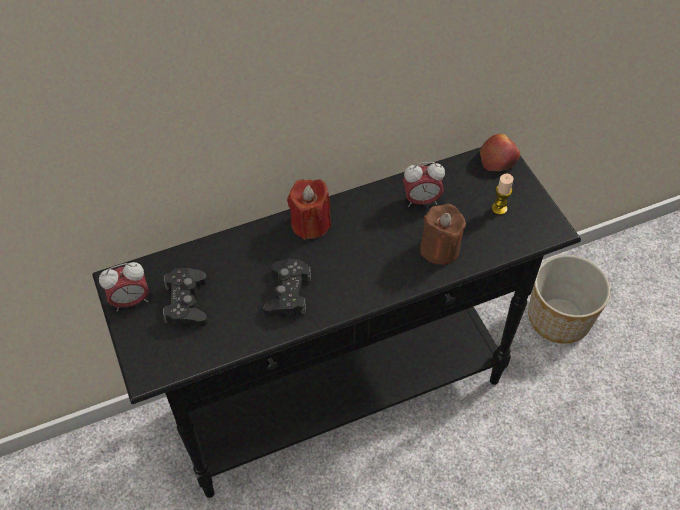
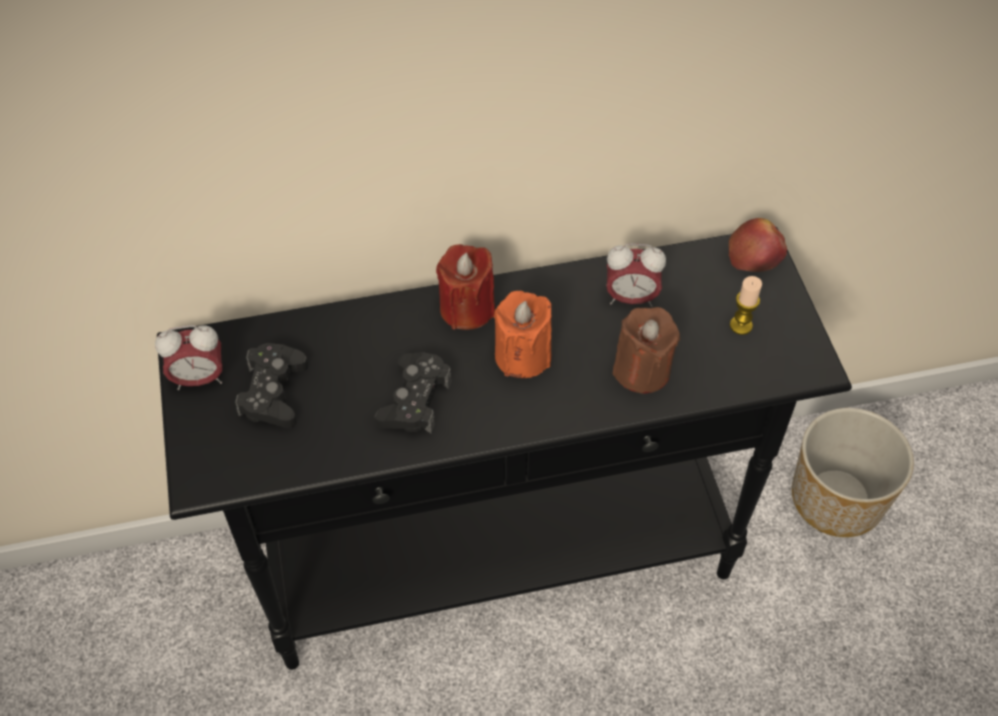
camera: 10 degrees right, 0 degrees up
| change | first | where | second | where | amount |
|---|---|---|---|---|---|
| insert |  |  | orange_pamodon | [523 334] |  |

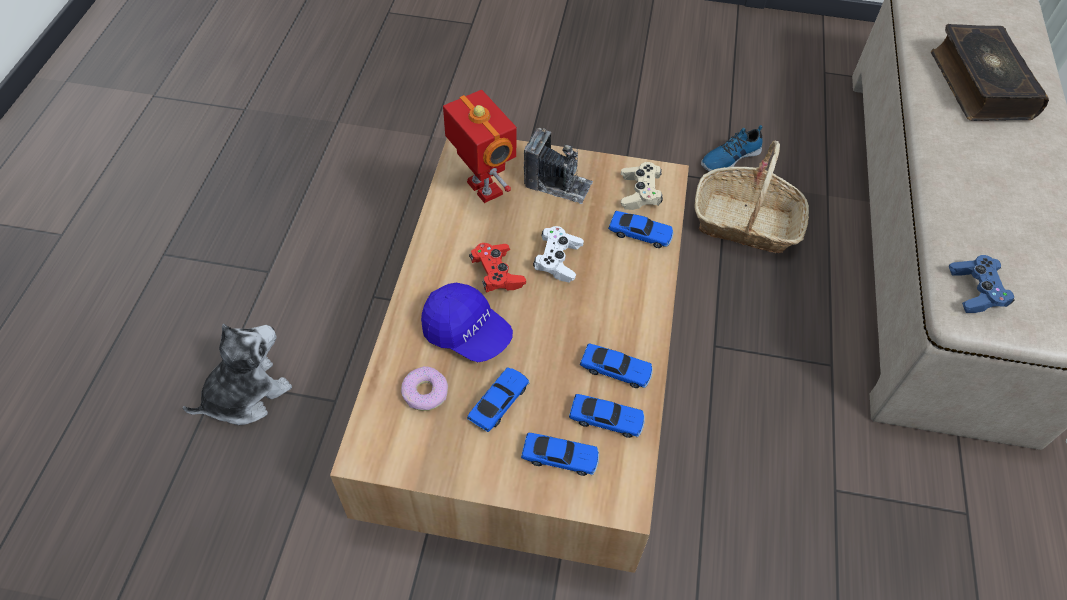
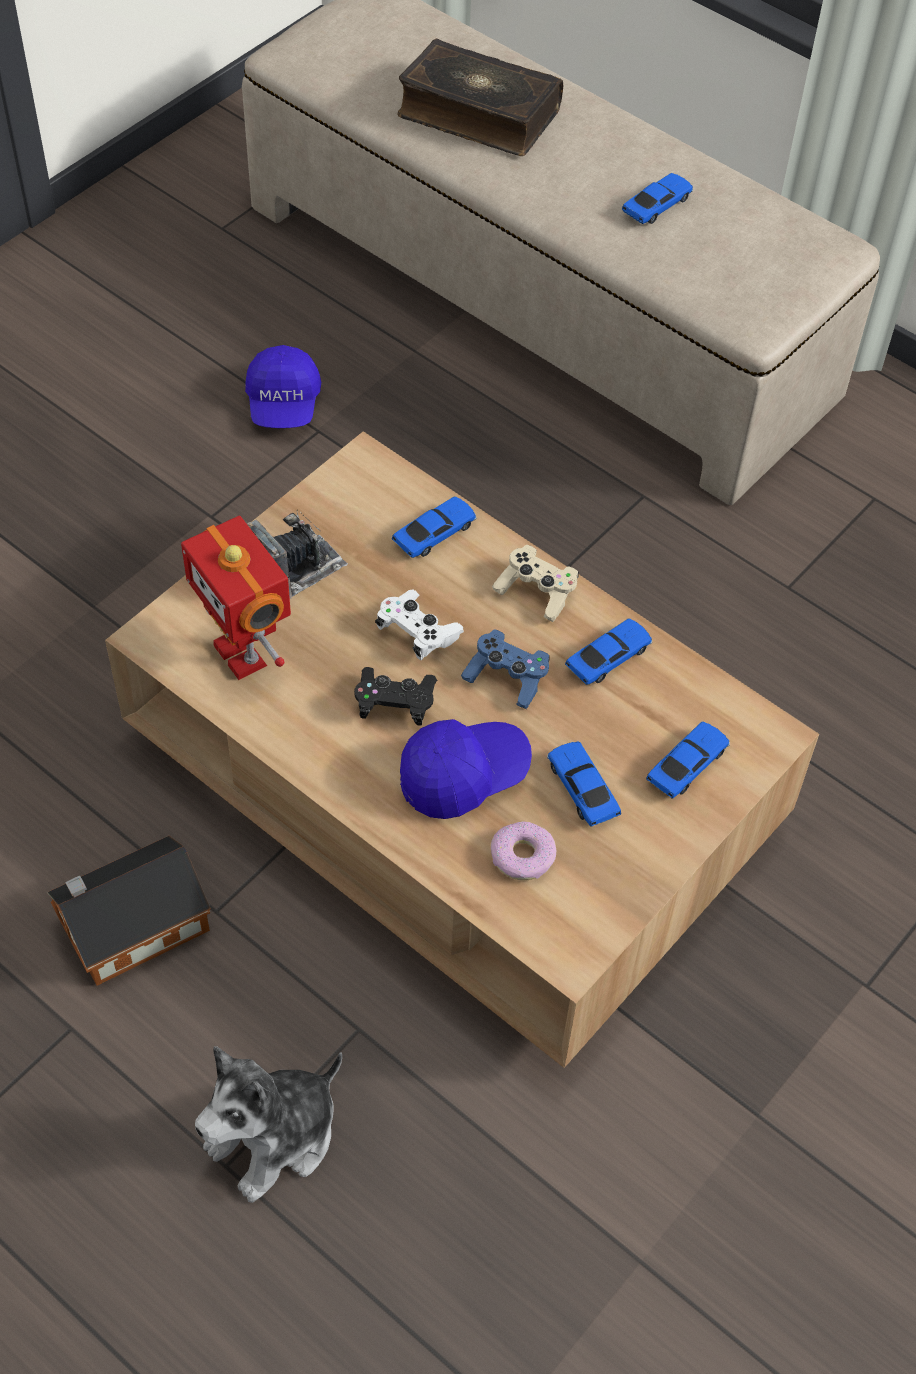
camera: 60 degrees left, 0 degrees up
| change | first | where | second | where | amount |
|---|---|---|---|---|---|
| rotate | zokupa | [237 374] |  | [268 1124] | 120 degrees counterclockwise |
| rotate | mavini | [480 146] |  | [236 598] | 120 degrees counterclockwise |
| recolor | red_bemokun | [497 267] | black_bemokun | [395 696] |  |
| move | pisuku | [607 416] |  | [657 198] |  |
| move | beige_bemokun | [642 186] |  | [535 583] |  |
| delete | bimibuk | [752 196] |  |  |  |
| replace | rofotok | [732 148] | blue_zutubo | [283 386] |  |
| move | blue_bemokun | [981 284] |  | [505 669] |  |
| insert |  |  | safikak | [129 911] |  |

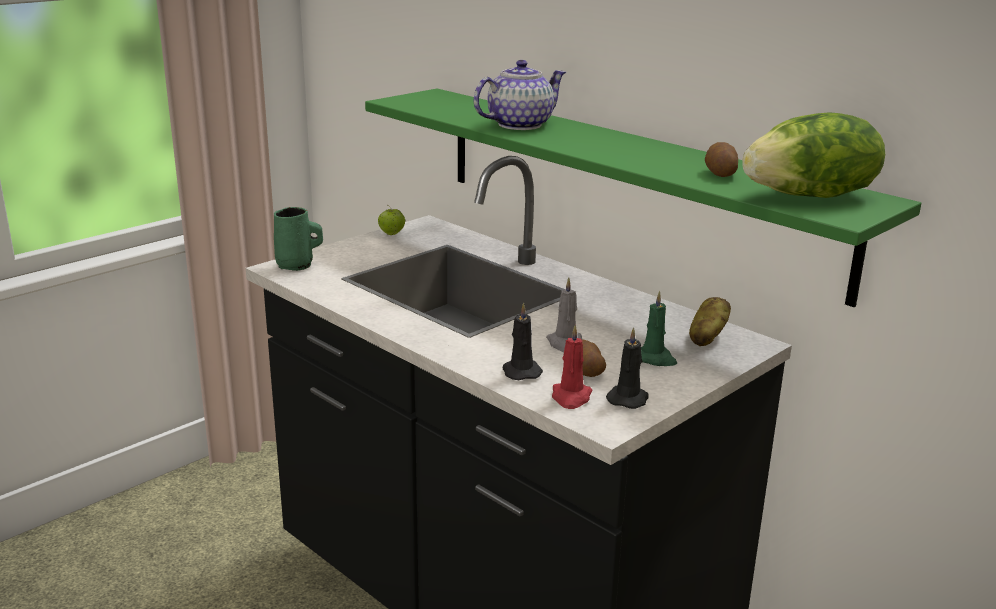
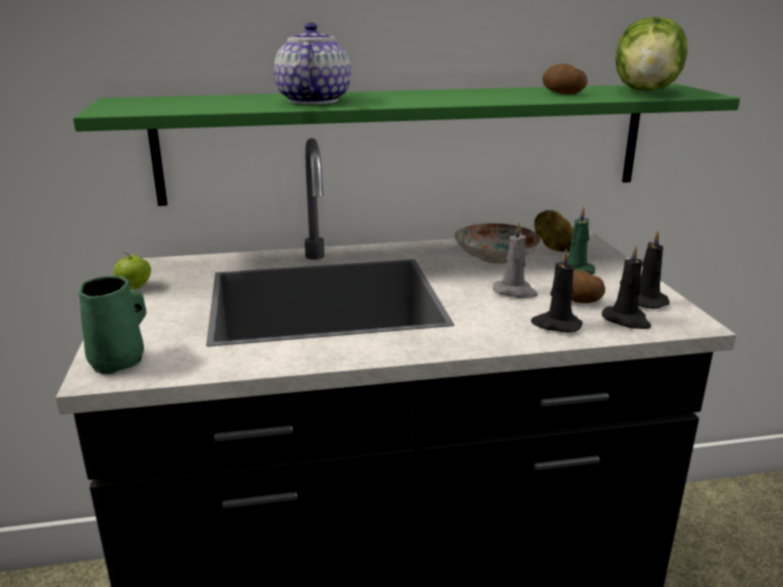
camera: 55 degrees left, 0 degrees up
| change | first | where | second | where | amount |
|---|---|---|---|---|---|
| recolor | red_pamodon | [572 367] | black_pamodon | [626 286] |  |
| insert |  |  | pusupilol | [497 243] |  |

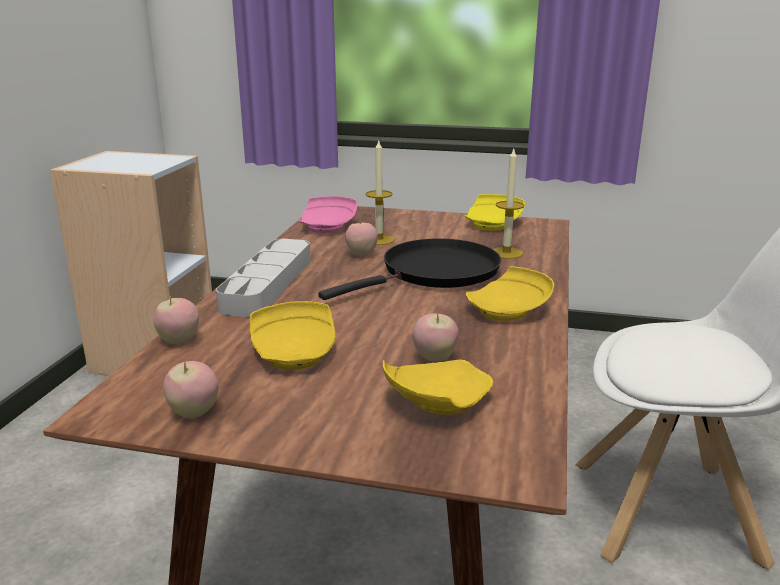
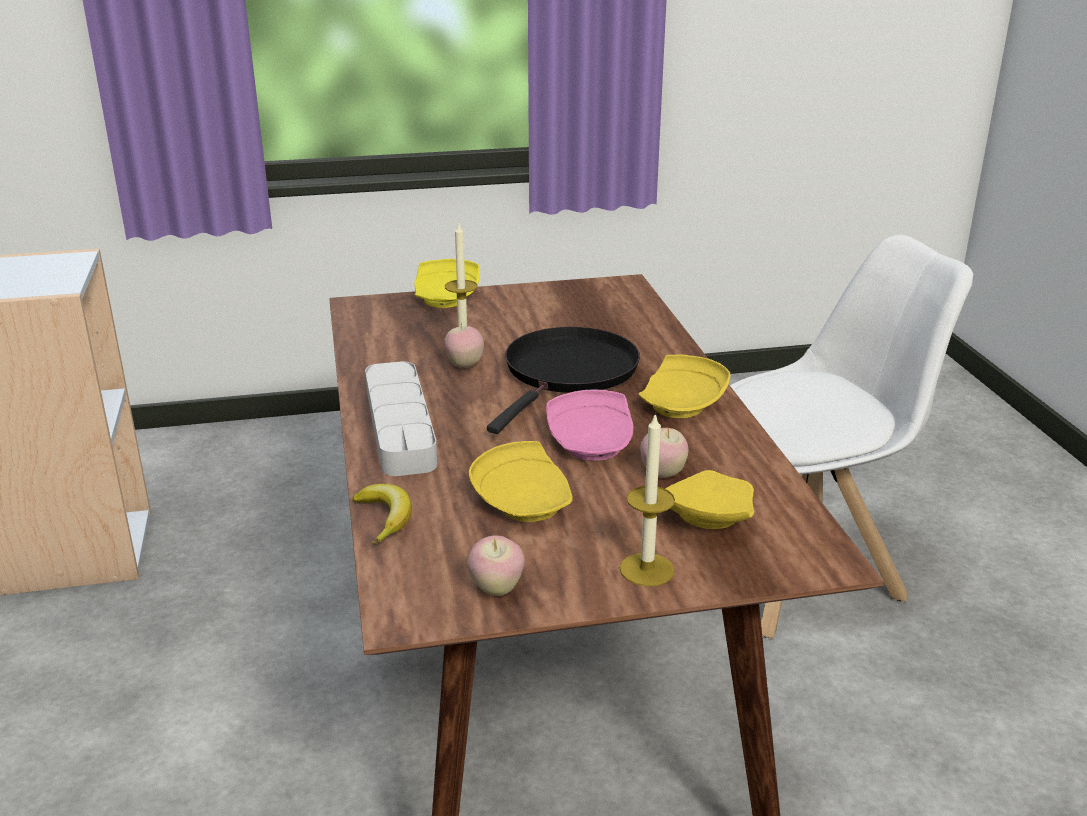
camera: 25 degrees left, 5 degrees up
| change | first | where | second | where | amount |
|---|---|---|---|---|---|
| replace | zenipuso | [176 319] | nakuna | [382 514] |  |
| move | pink_pusupilol | [328 214] |  | [589 425] |  |
| move | yellow_pusupilol | [494 212] |  | [447 283] |  |
| move | pamodon | [508 204] |  | [647 499] |  |

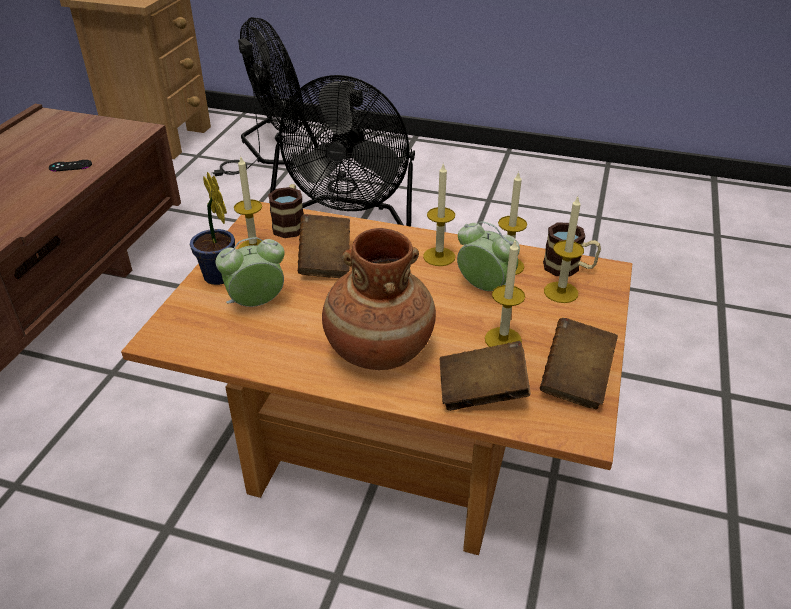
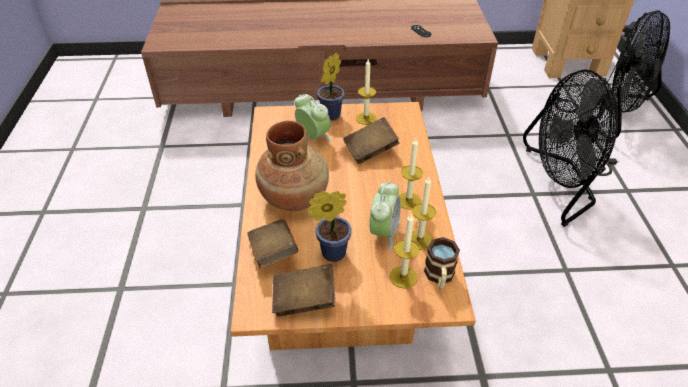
camera: 70 degrees right, 5 degrees up
| change | first | where | second | where | amount |
|---|---|---|---|---|---|
| delete | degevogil | [286 211] |  |  |  |
| replace | pamodon | [505 294] | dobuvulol | [329 226] |  |

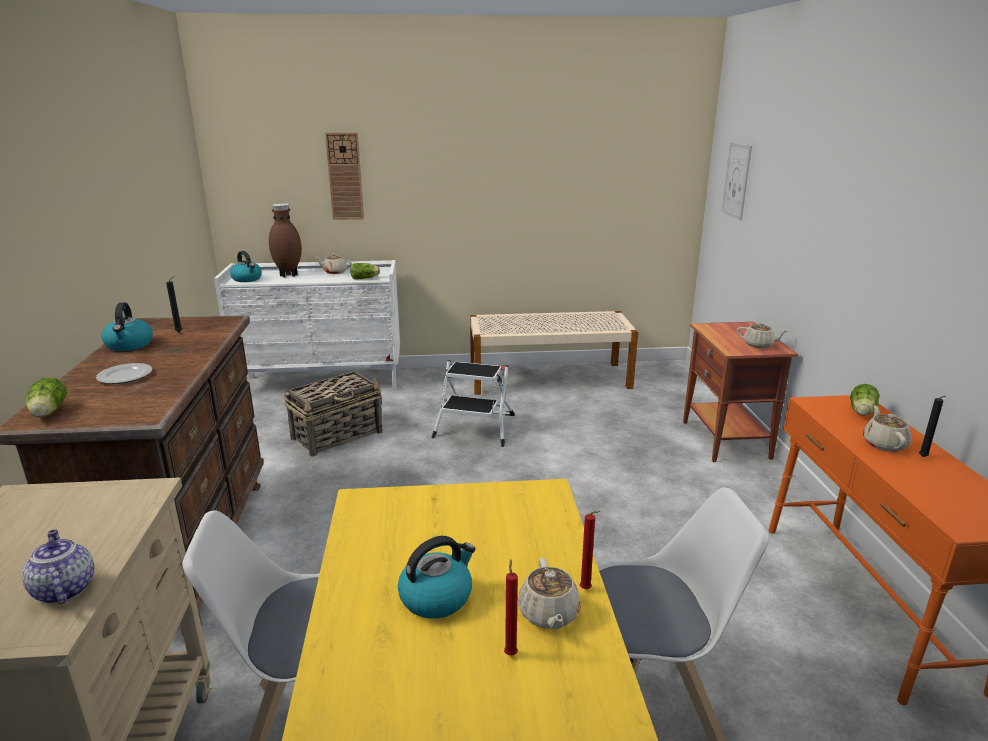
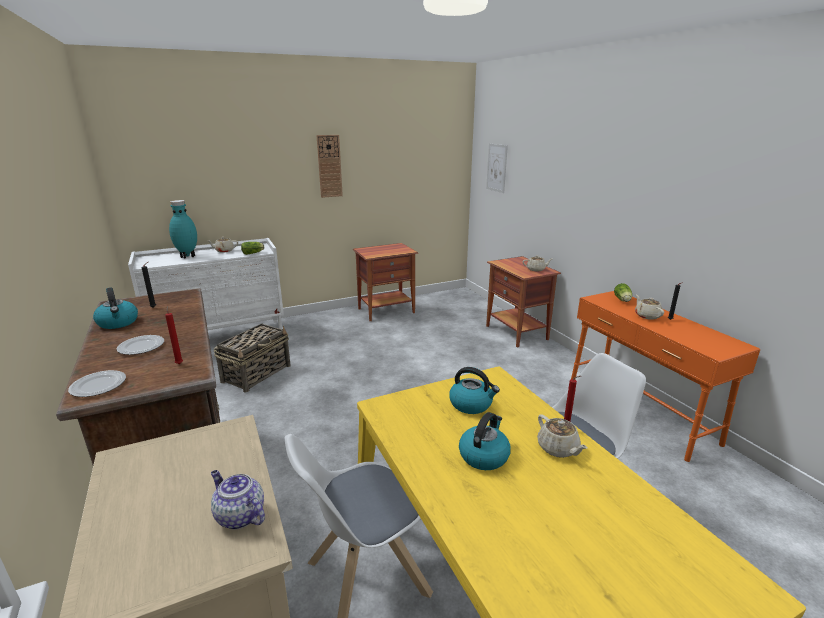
camera: 20 degrees left, 0 degrees up
| change | first | where | second | where | amount |
|---|---|---|---|---|---|
| replace | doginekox | [46 397] | pusupilol | [97 383] |  |
| move | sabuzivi | [246 266] |  | [474 390] |  |
| recolor | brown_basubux | [285 240] | turquoise_basubux | [183 229] |  |
| move | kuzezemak | [344 176] |  | [329 166] |  |
| delete | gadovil | [473 403] |  |  |  |
| replace | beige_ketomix | [554 353] | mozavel | [385 282] |  |
| move | red_pamodon | [511 607] |  | [174 335] |  |

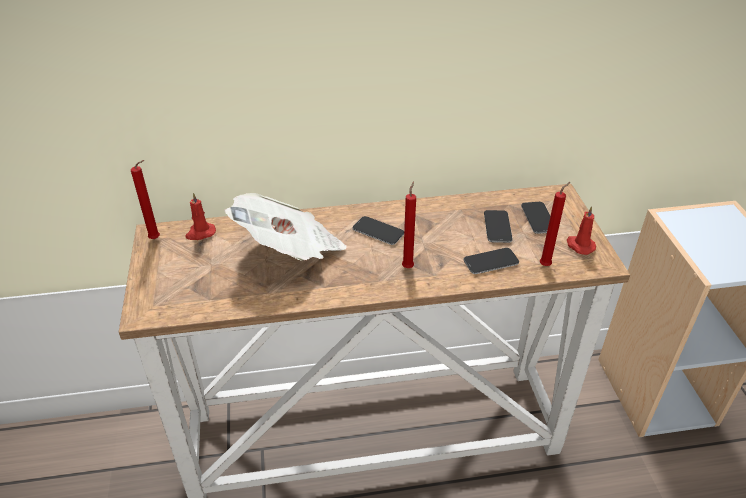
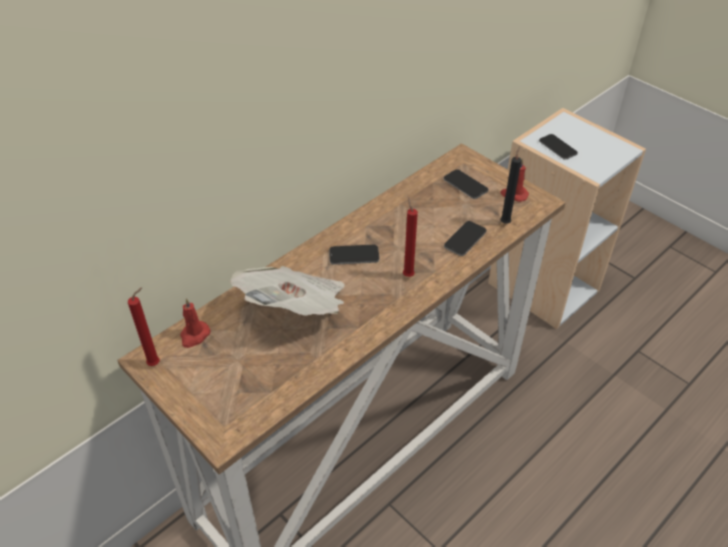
camera: 35 degrees left, 5 degrees up
| change | first | where | second | where | amount |
|---|---|---|---|---|---|
| move | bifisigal | [498 226] |  | [558 147] |  |
| recolor | red_pamodon | [555 224] | black_pamodon | [510 185] |  |

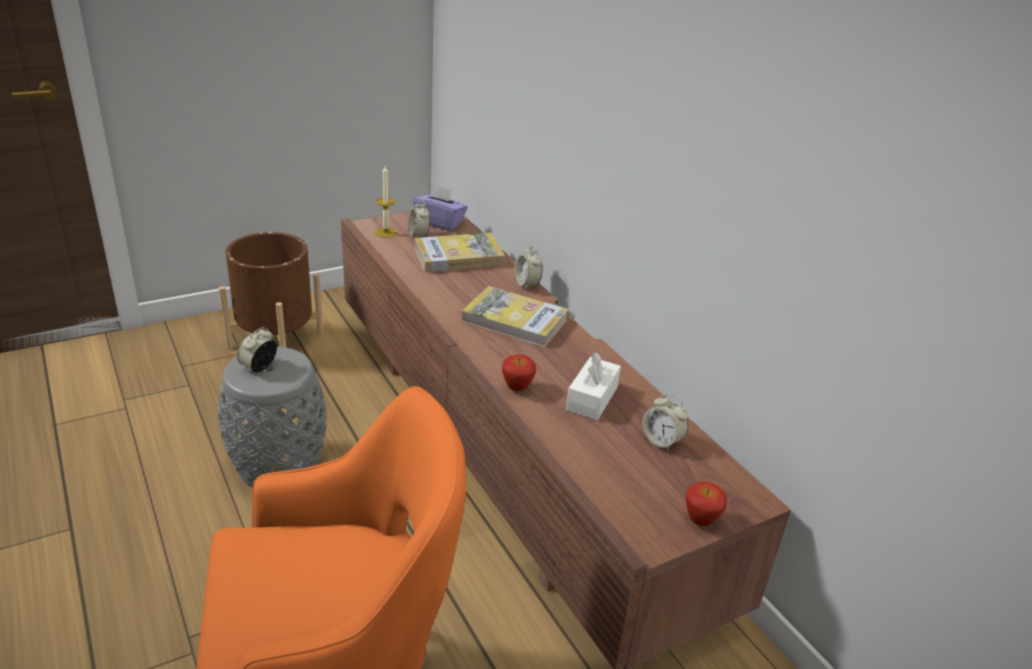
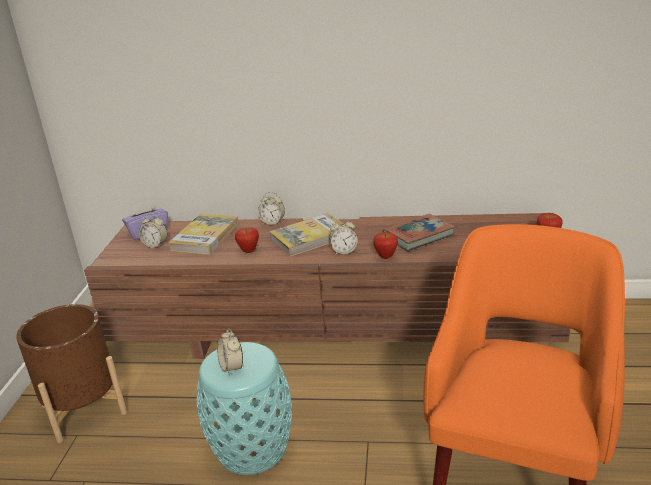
camera: 50 degrees left, 5 degrees down
| change | first | where | second | where | amount |
|---|---|---|---|---|---|
| recolor | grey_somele | [272 417] | turquoise_somele | [244 408] |  |
| delete | pamodon | [386 202] |  |  |  |
| replace | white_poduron | [593 386] | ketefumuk | [419 232] |  |
| move | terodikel | [665 422] |  | [343 236] |  |
| insert |  |  | zenipuso | [247 240] |  |

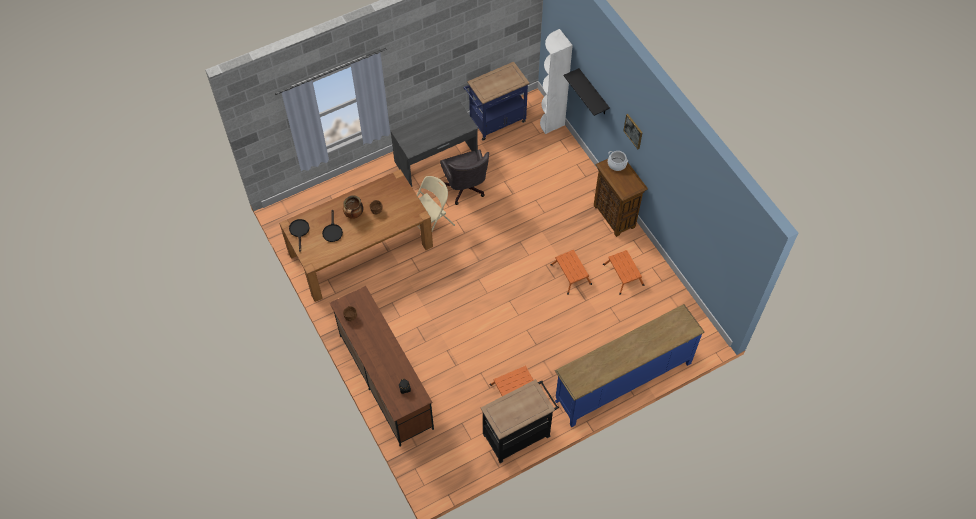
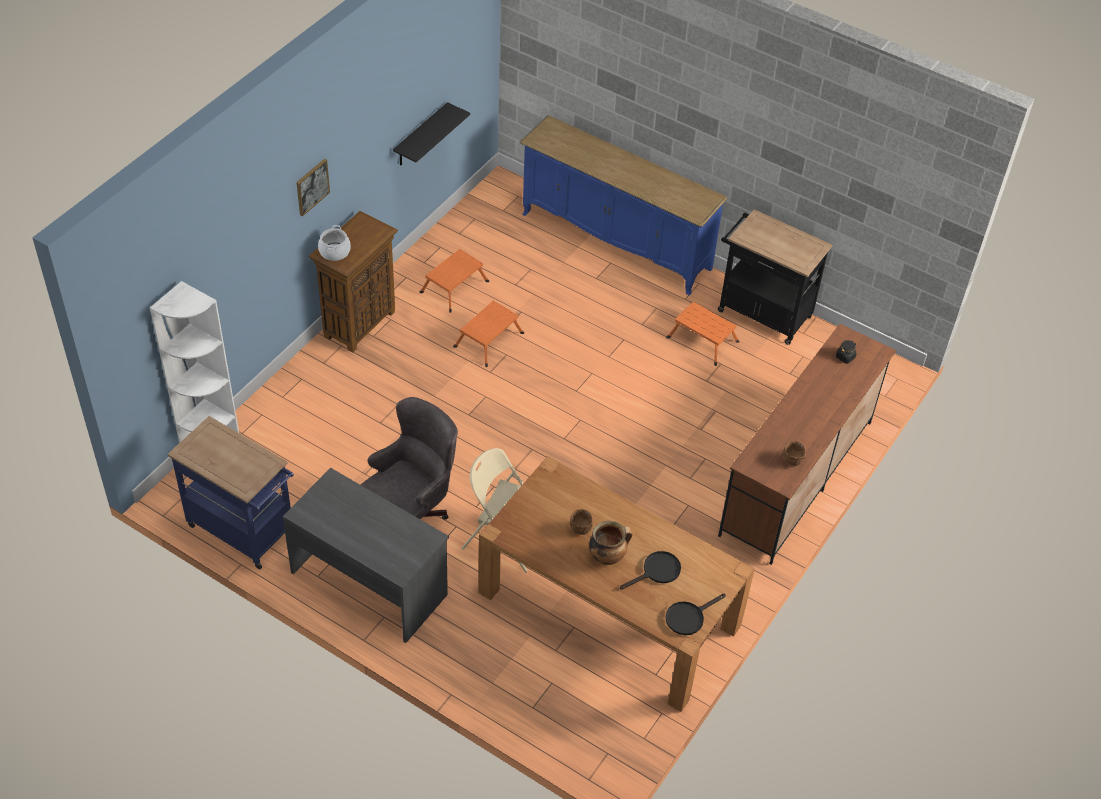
camera: 120 degrees left, 10 degrees down
| change | first | where | second | where | amount |
|---|---|---|---|---|---|
| move | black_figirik | [587 92] |  | [431 133] |  |

